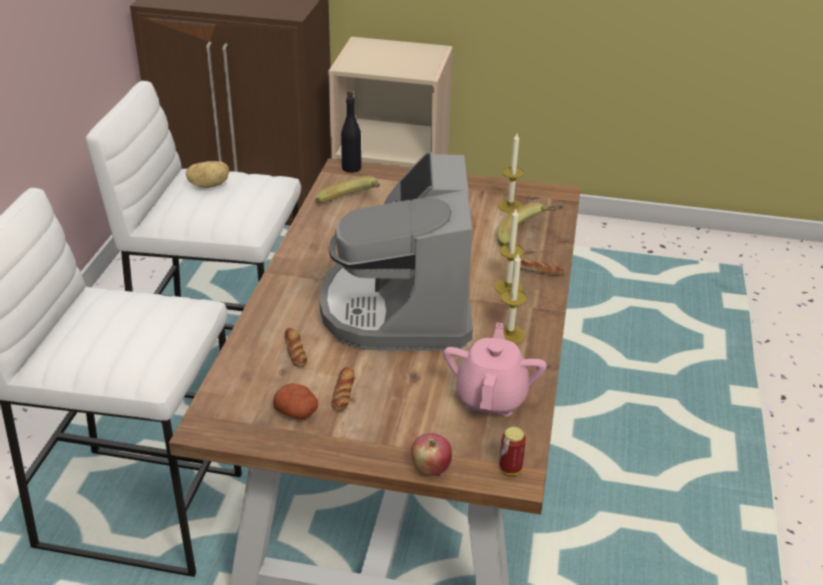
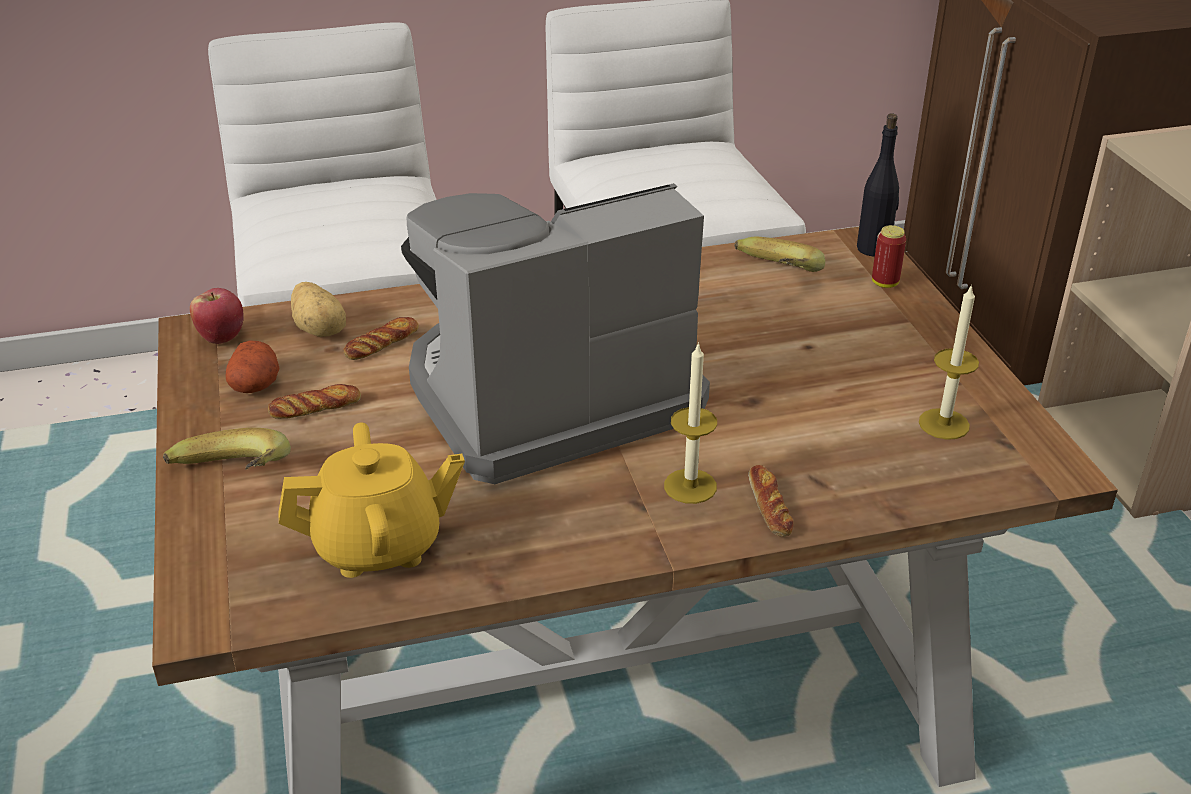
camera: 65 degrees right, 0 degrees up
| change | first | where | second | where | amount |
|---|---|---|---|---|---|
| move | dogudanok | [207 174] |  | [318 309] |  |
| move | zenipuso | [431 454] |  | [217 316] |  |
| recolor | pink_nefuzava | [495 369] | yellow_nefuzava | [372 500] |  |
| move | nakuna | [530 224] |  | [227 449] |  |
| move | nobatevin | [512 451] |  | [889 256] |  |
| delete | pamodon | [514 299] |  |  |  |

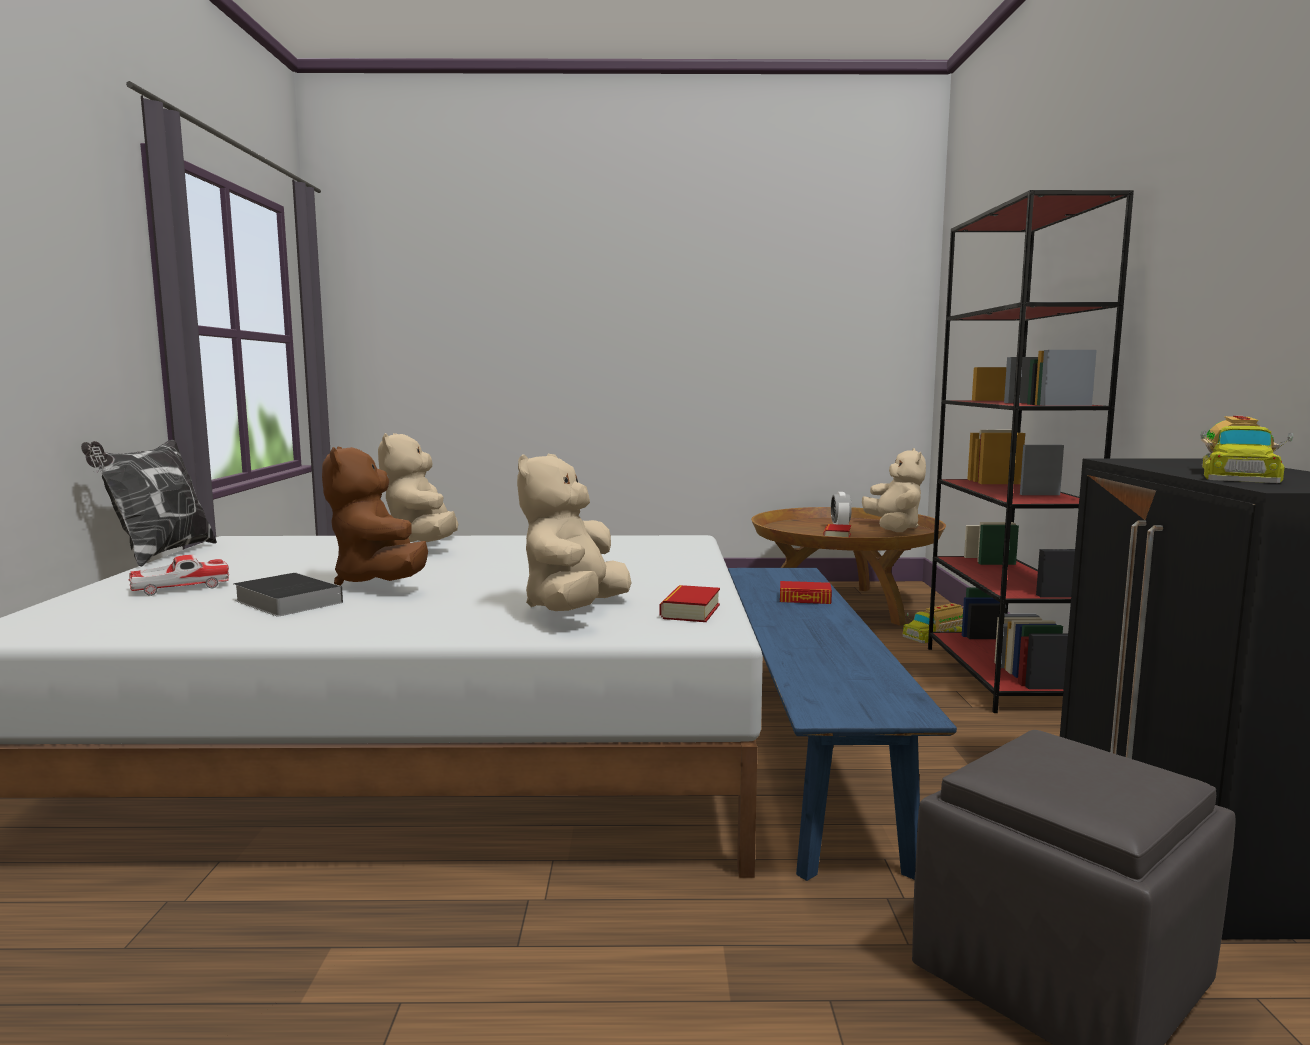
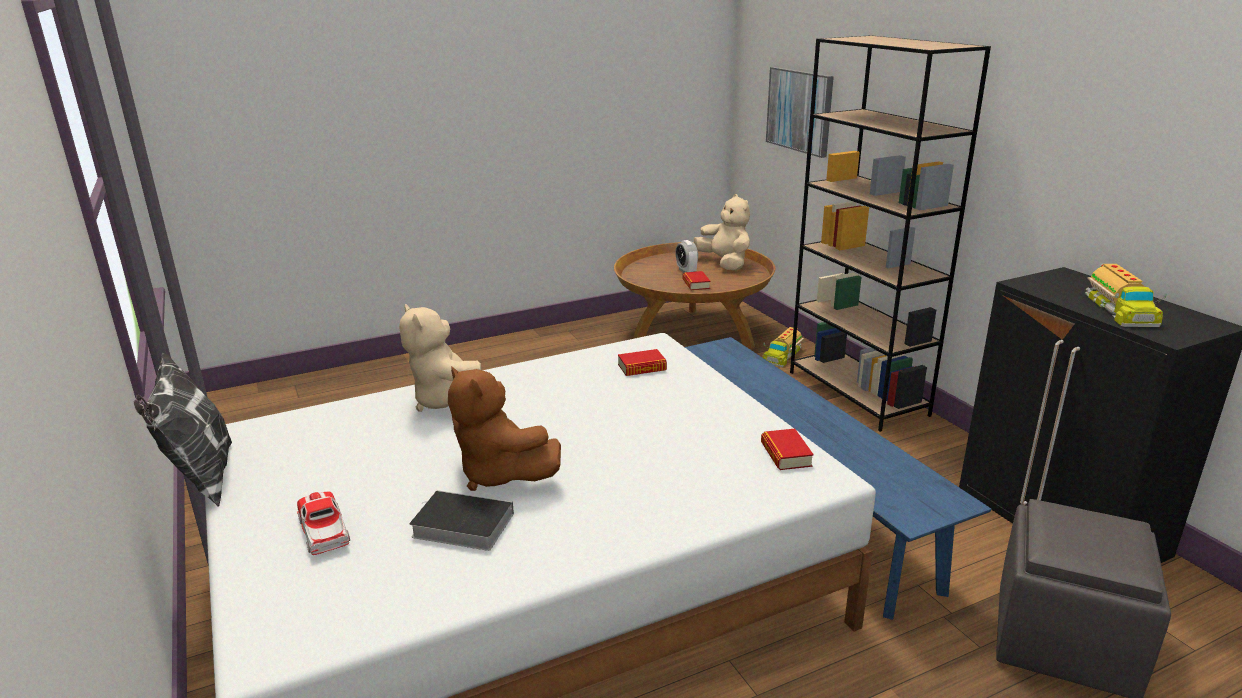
camera: 25 degrees left, 15 degrees up
| change | first | where | second | where | amount |
|---|---|---|---|---|---|
| rotate | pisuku | [179 575] |  | [323 523] | 60 degrees counterclockwise |
| delete | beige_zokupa | [574 532] |  |  |  |
| move | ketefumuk | [806 592] |  | [642 362] |  |
| recolor | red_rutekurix | [1031 451] | beige_rutekurix | [890 233] |  |
| insert |  |  | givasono | [800 112] |  |

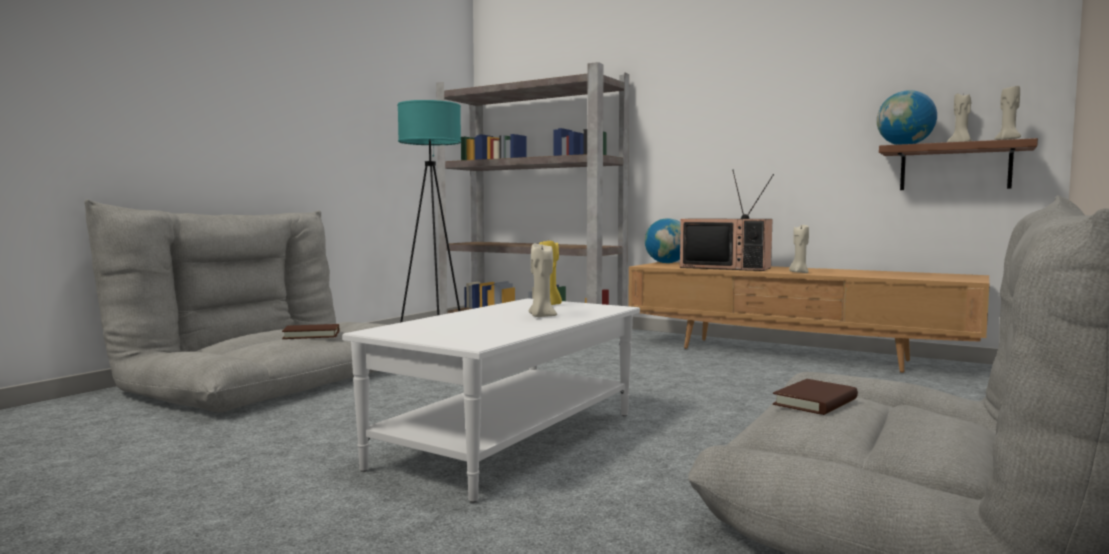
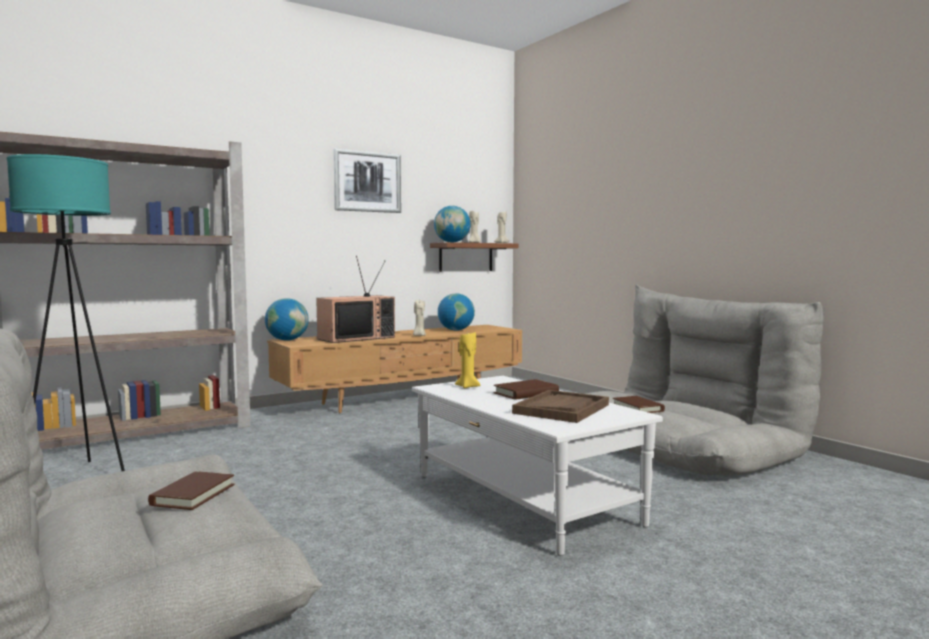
camera: 65 degrees left, 0 degrees up
| change | first | where | second | where | amount |
|---|---|---|---|---|---|
| replace | beige_pamodon | [543 280] | brown_ketefumuk | [526 389] |  |
| insert |  |  | givasono | [367 180] |  |
| insert |  |  | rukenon | [456 312] |  |
| insert |  |  | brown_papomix | [560 406] |  |

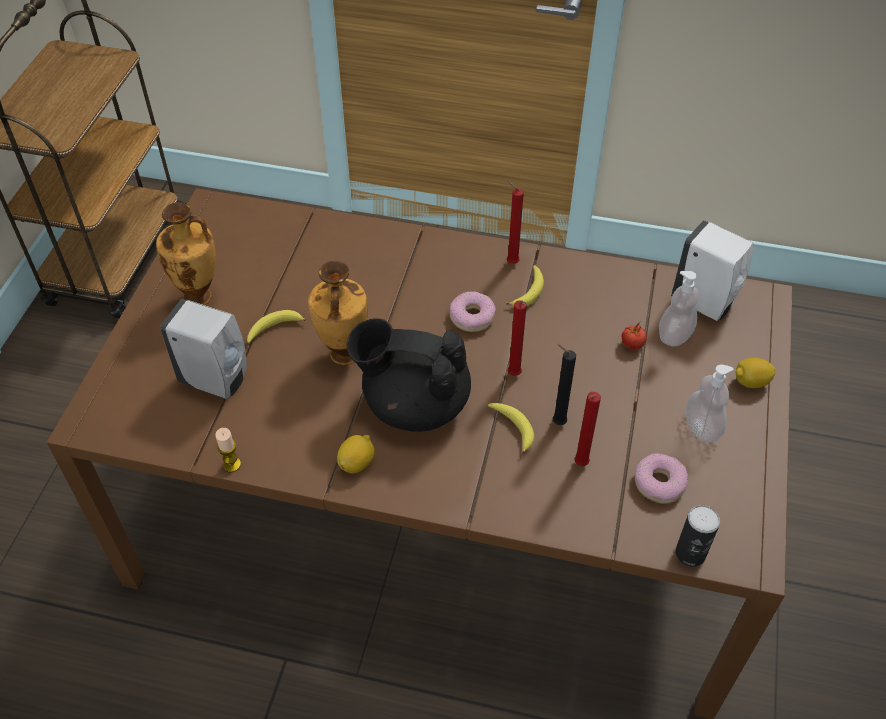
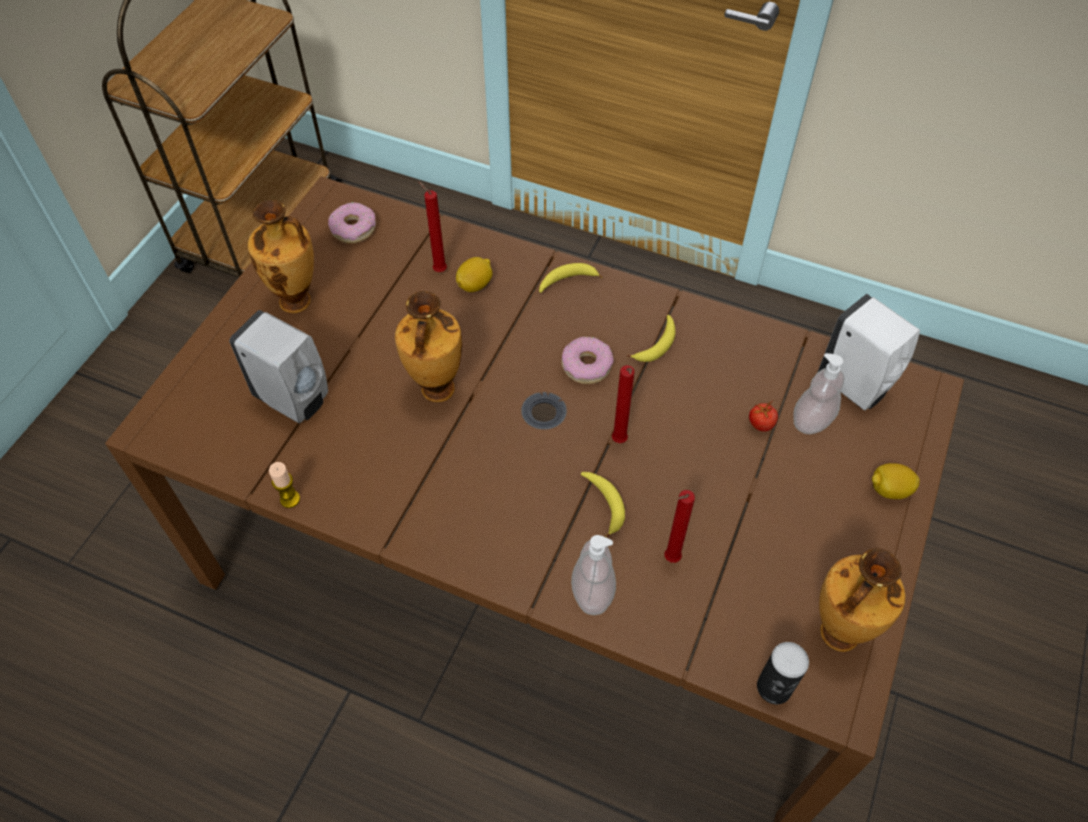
camera: 10 degrees right, 5 degrees up
| change | first | where | second | where | amount |
|---|---|---|---|---|---|
| move | nakuna | [277 326] |  | [571 278] |  |
| move | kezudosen | [356 454] |  | [474 274] |  |
| delete | black_nefuzava | [409 375] |  |  |  |
| move | red_pamodon | [515 222] |  | [432 226] |  |
| delete | black_pamodon | [564 384] |  |  |  |
| move | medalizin | [661 478] |  | [352 223] |  |
| move | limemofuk | [710 403] |  | [593 575] |  |
| insert |  |  | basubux | [862 600] |  |

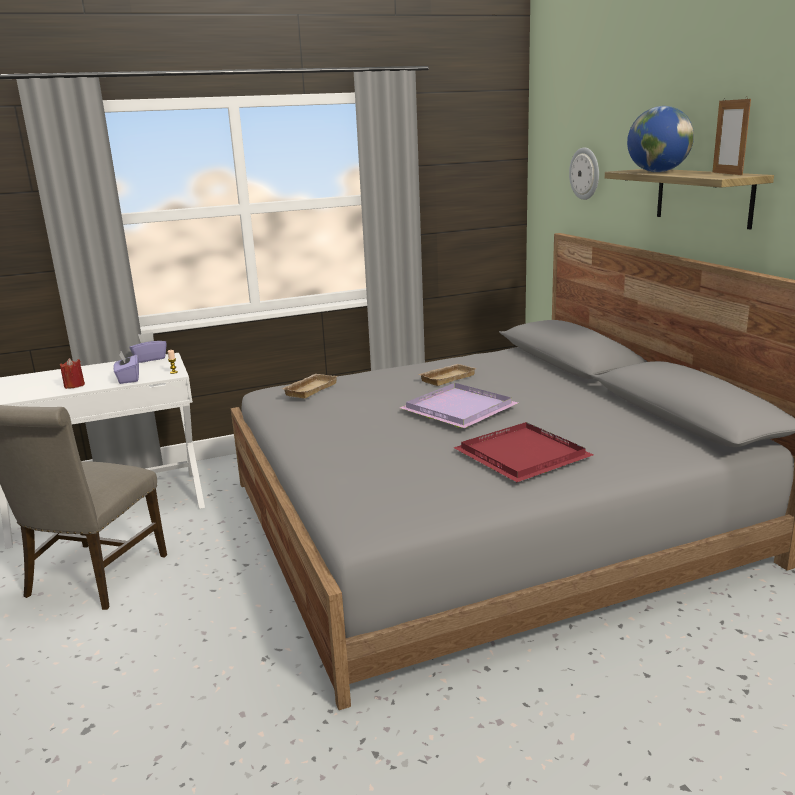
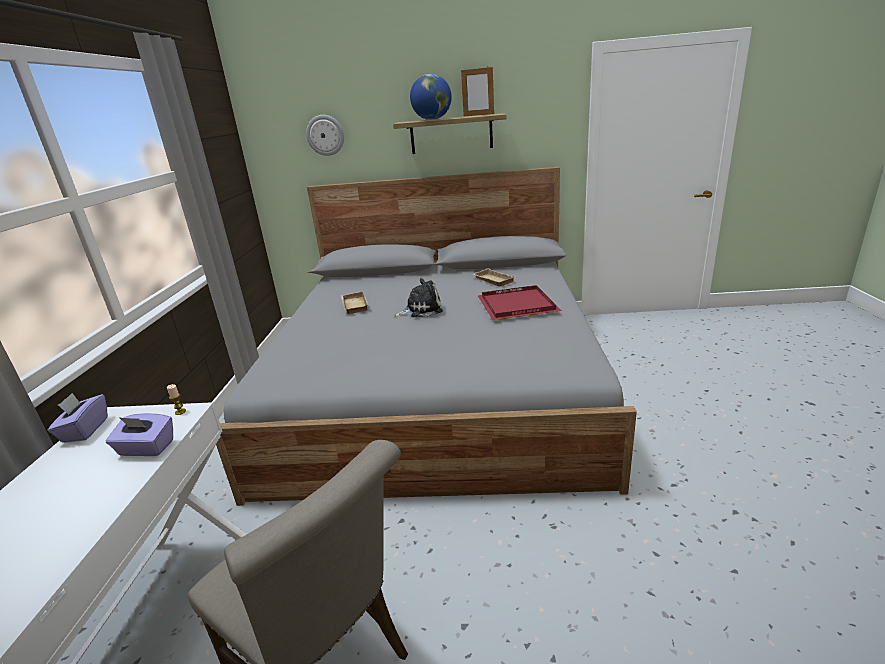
camera: 65 degrees left, 5 degrees up
| change | first | where | second | where | amount |
|---|---|---|---|---|---|
| delete | red_pamodon | [72 373] |  |  |  |
| move | beige_papomix | [310 386] |  | [494 277] |  |
| replace | purple_papomix | [459 405] | zokupa | [418 297] |  |

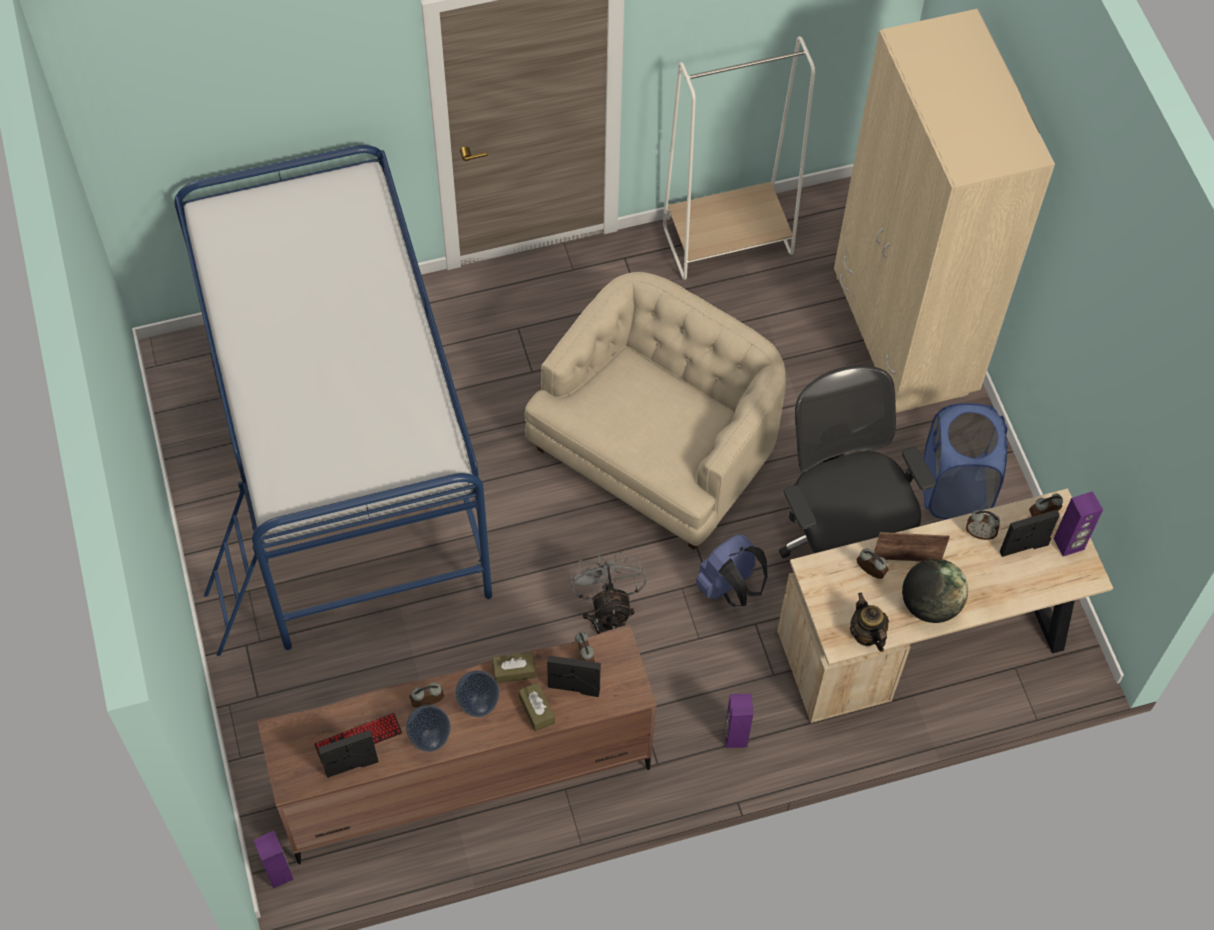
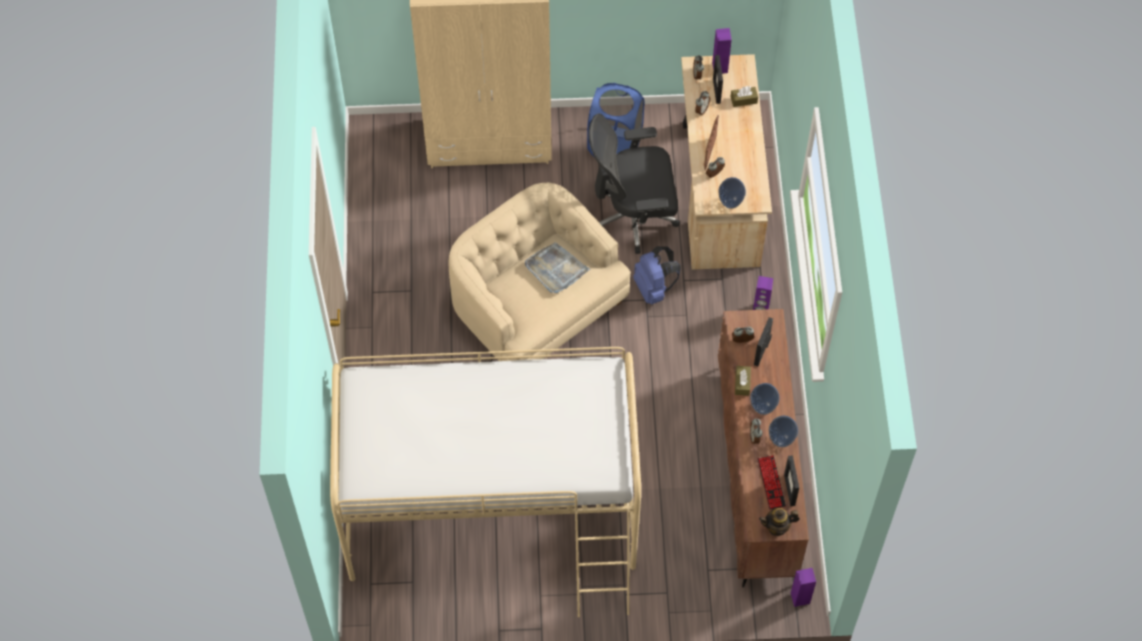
camera: 75 degrees left, 0 degrees up
| change | first | where | second | where | amount |
|---|---|---|---|---|---|
| recolor | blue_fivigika | [333 400] | beige_fivigika | [485 482] |  |
| move | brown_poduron | [537 707] |  | [744 96] |  |
| delete | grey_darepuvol | [608 593] |  |  |  |
| delete | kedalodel | [739 158] |  |  |  |
| move | nefuzava | [869 622] |  | [779 522] |  |
| delete | rukenon | [935 591] |  |  |  |
| insert |  |  | grey_papomix | [557 267] |  |
| insert |  |  | basubux | [732 193] |  |

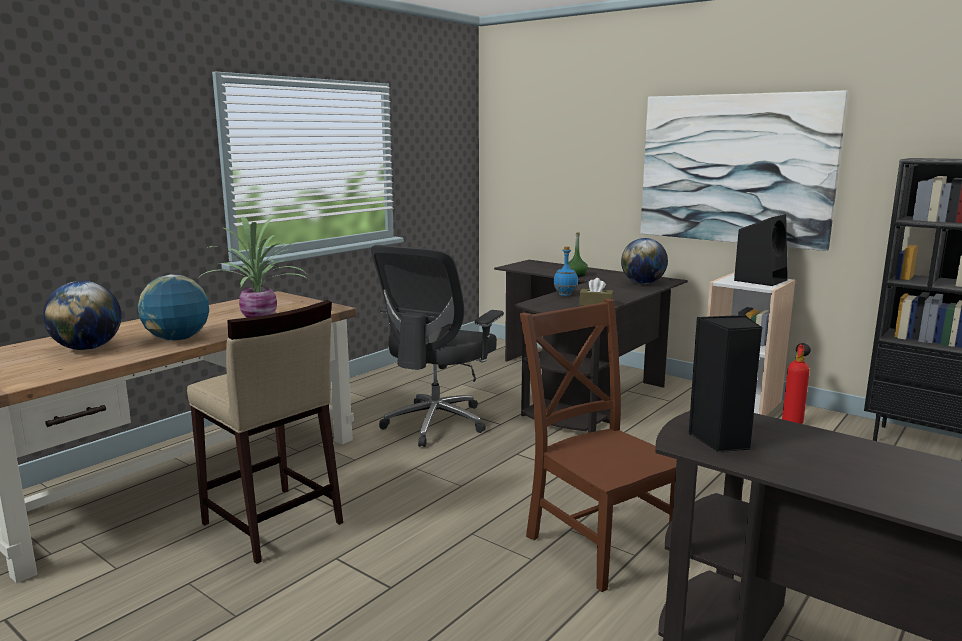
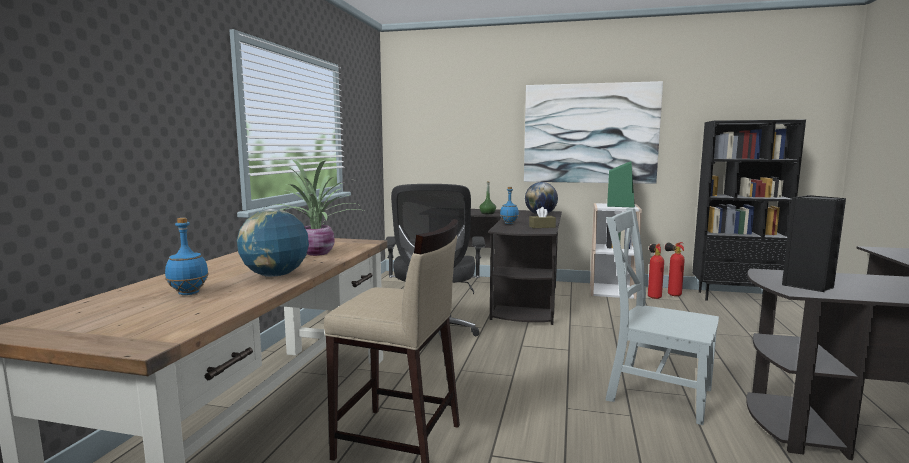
camera: 25 degrees left, 5 degrees down
| change | first | where | second | where | amount |
|---|---|---|---|---|---|
| replace | rukenon | [82 315] | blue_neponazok | [187 256] |  |
| recolor | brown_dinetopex | [598 445] | grey_dinetopex | [662 316] |  |
| recolor | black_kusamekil | [761 250] | green_kusamekil | [621 184] |  |
| insert |  |  | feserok | [675 269] |  |

